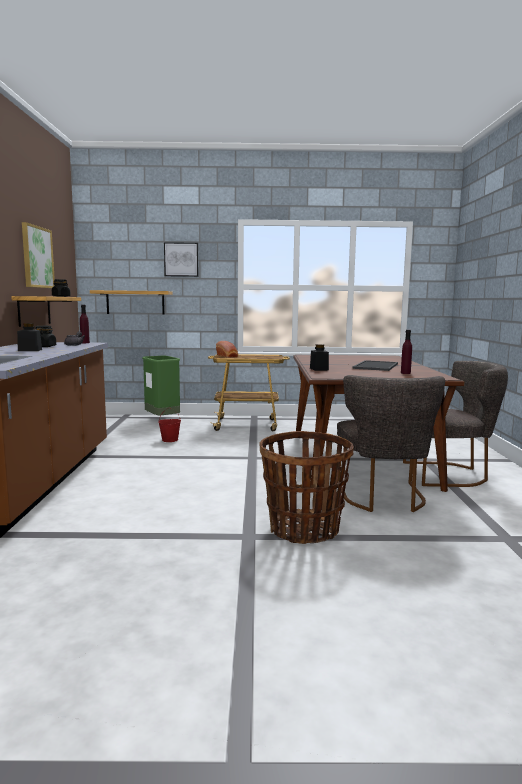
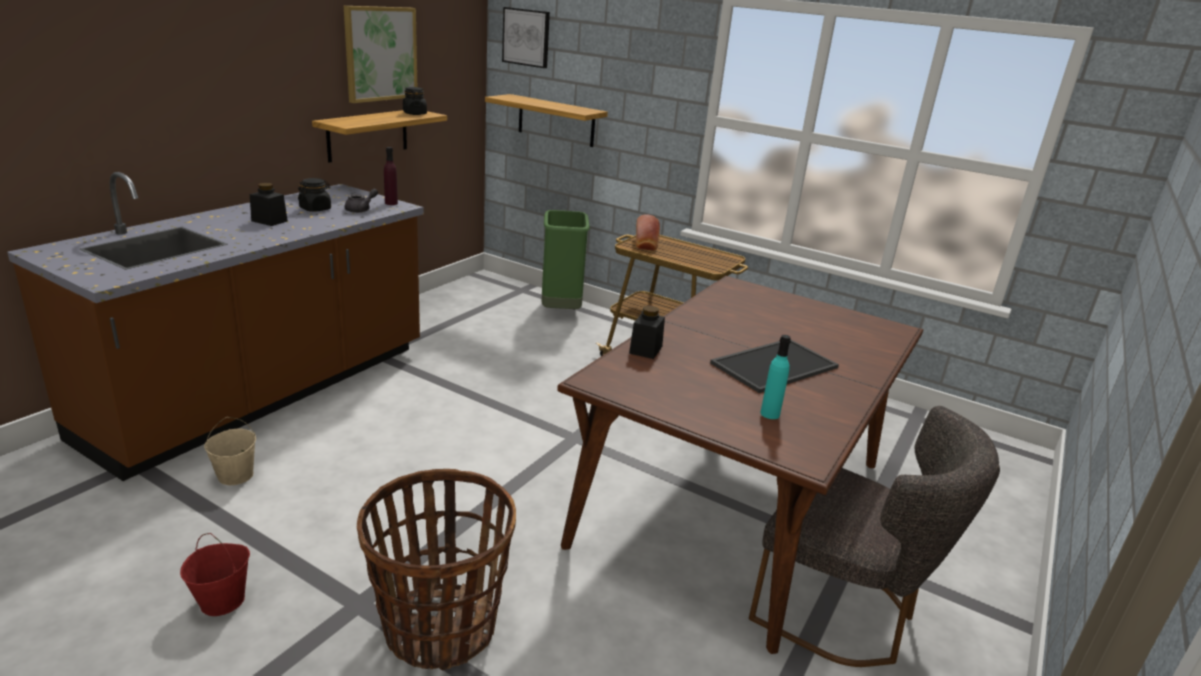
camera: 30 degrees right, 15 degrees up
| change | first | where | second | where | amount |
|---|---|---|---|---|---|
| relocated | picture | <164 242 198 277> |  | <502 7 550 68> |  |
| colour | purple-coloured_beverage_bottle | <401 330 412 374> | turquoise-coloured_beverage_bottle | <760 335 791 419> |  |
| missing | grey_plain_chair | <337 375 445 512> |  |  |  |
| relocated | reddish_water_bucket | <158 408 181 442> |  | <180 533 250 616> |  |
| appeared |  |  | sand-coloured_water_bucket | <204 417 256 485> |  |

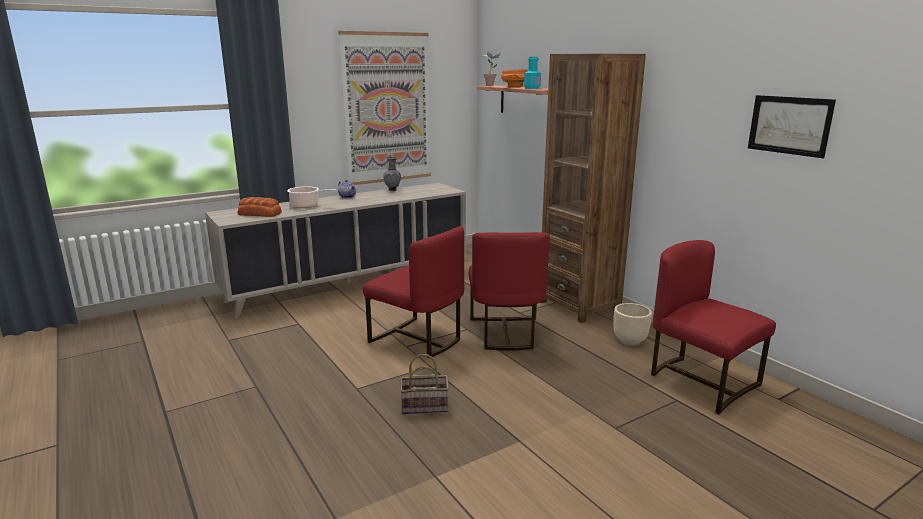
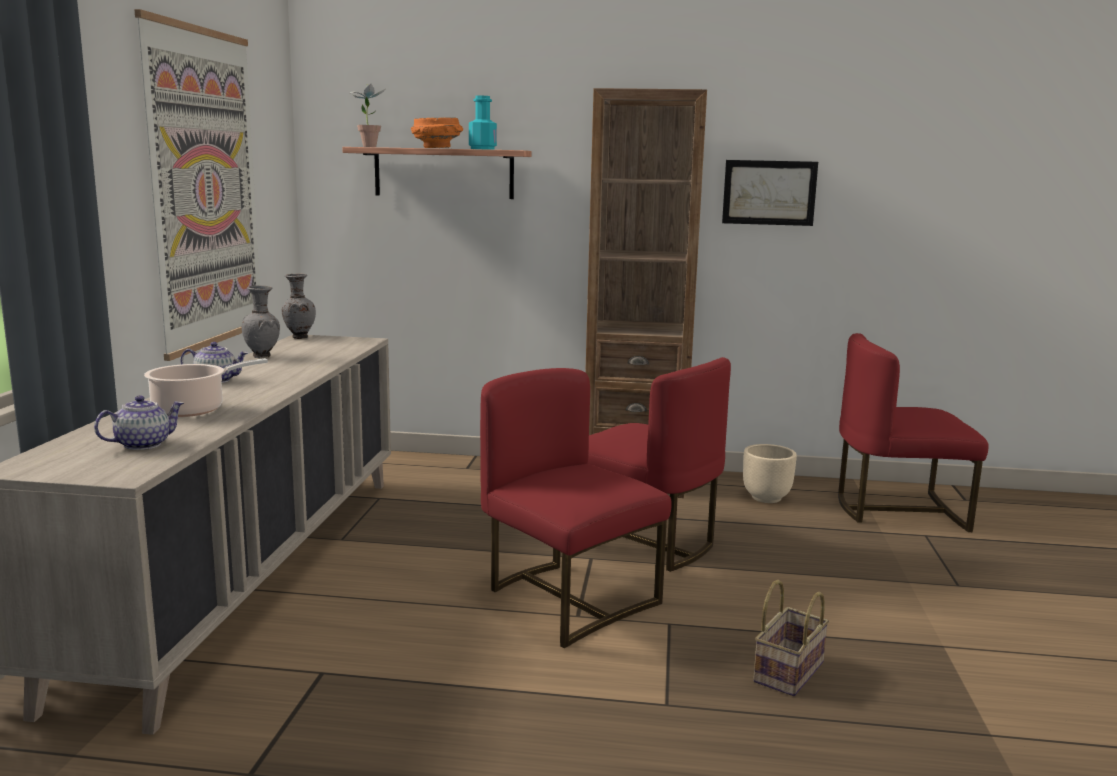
camera: 50 degrees left, 5 degrees down
| change | first | where | second | where | amount |
|---|---|---|---|---|---|
| relocated | picture | <748 95 836 158> |  | <722 160 818 226> |  |
| exchanged | baked_bread | <238 197 282 217> | tea_pot | <94 395 184 450> |  |
| spun | reddish_plain_chair | <363 226 464 358> |  | <480 368 671 648> | 120 degrees counterclockwise |
| appeared |  |  | grey_decorative_vase | <281 274 316 339> |  |

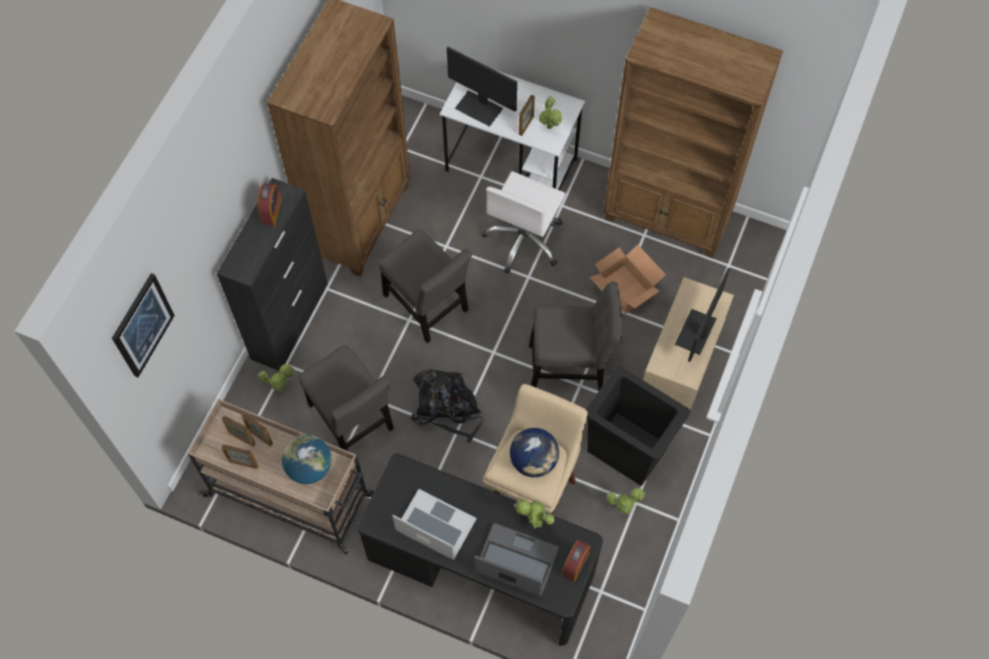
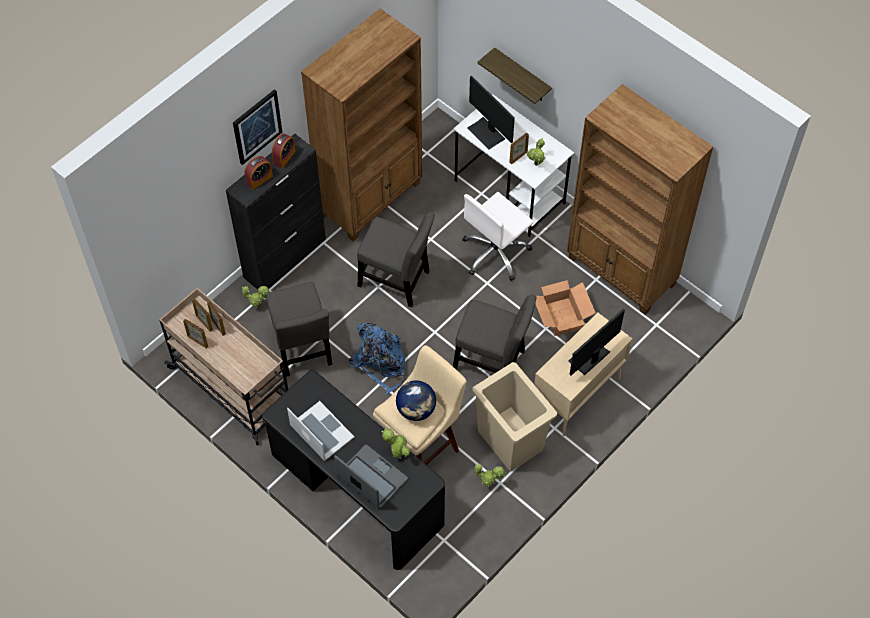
camera: 20 degrees right, 5 degrees down
| change | first | where | second | where | amount |
|---|---|---|---|---|---|
| spun | grey_plain_chair | <378 229 472 343> |  | <357 212 435 307> | 45 degrees counterclockwise |
| relocated | picture | <112 273 175 377> |  | <233 89 282 165> |  |
| colour | blackish_waste_bin | <586 366 690 486> | sand-coloured_waste_bin | <472 362 557 472> |  |
| colour | blackish_backpack | <410 369 483 443> | blue_backpack | <348 323 405 394> |  |
| missing | world_globe | <282 435 331 484> |  |  |  |
| relocated | bedside_clock | <562 540 591 582> |  | <245 156 273 190> |  |
| appeared |  |  | shelf | <478 47 552 104> |  |

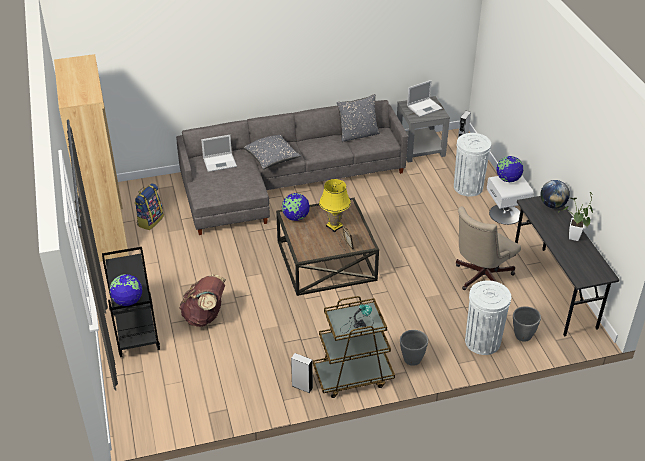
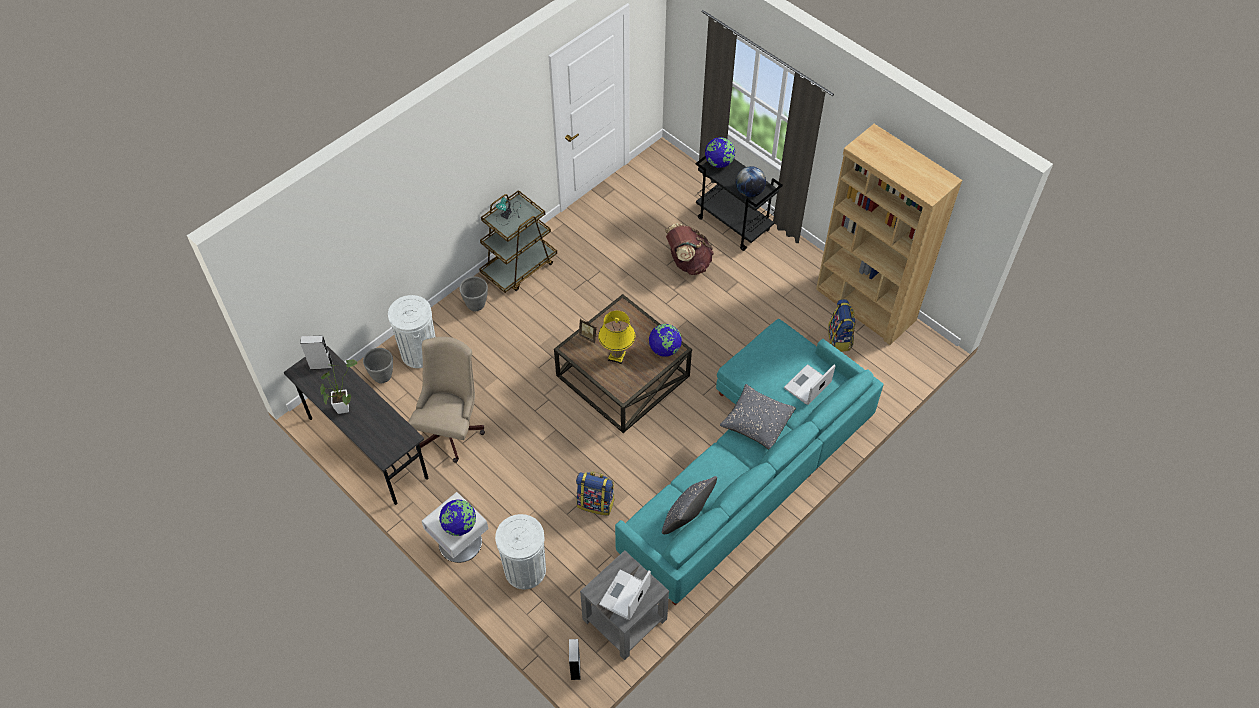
camera: 150 degrees right, 15 degrees up
| change | first | where | second | where | amount |
|---|---|---|---|---|---|
| colour | grey_couch | <176 100 408 235> | turquoise-coloured_couch | <615 319 884 606> |  |
| relocated | world_globe | <540 180 570 209> |  | <735 166 766 197> |  |
| relocated | grey_speaker | <291 353 313 393> |  | <300 335 333 370> |  |
| appeared |  |  | backpack | <576 472 615 516> |  |

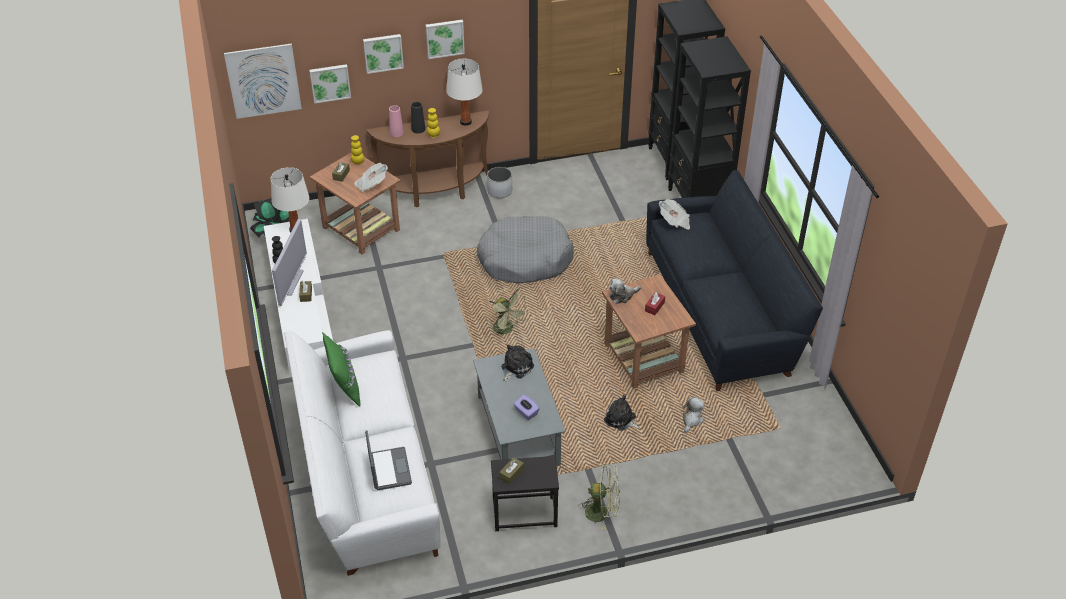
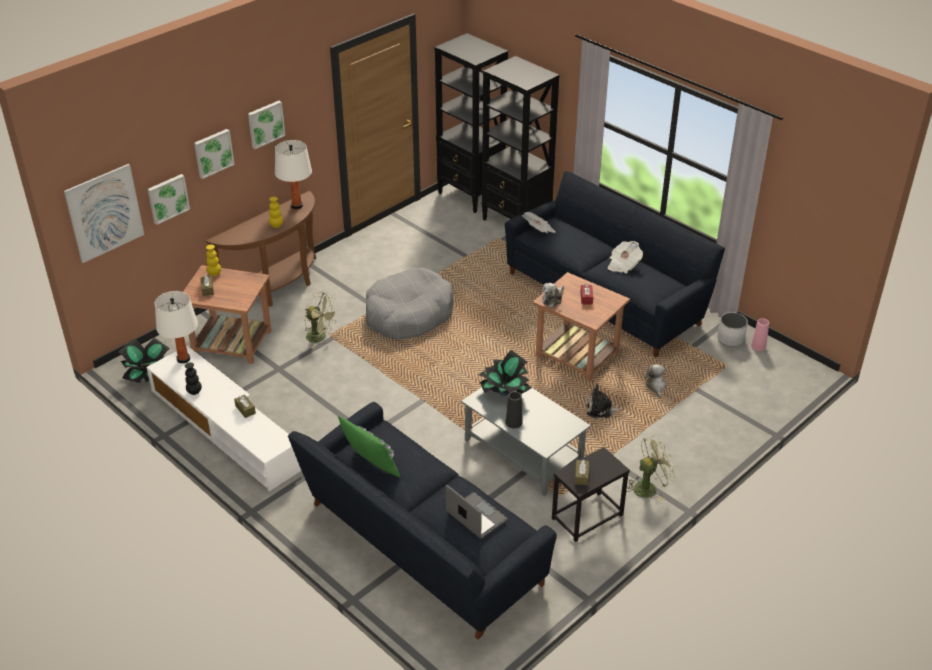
camera: 30 degrees left, 5 degrees down
| change | first | where | second | where | amount |
|---|---|---|---|---|---|
| relocated | blackish_decorative_vase | <411 102 425 133> |  | <506 391 523 428> |  |
| relocated | pink-coloured_decorative_vase | <389 105 404 137> |  | <751 319 769 351> |  |
| relocated | newspaper | <354 162 388 192> |  | <608 241 643 273> |  |
| relocated | white-coloured_plant_pot | <487 167 512 198> |  | <717 312 748 347> |  |
| missing | TV | <272 219 307 306> |  |  |  |
| relocated | green-coloured_electric_fan | <486 288 529 334> |  | <305 292 336 348> |  |
| colour | white-coloured_couch | <284 330 441 576> | blackish_couch | <288 402 557 639> |  |
| exchanged | soft_toy | <501 345 534 382> | houseplant | <477 350 532 396> |  |
| missing | purple-coloured_tissue_box | <514 394 540 420> |  |  |  |

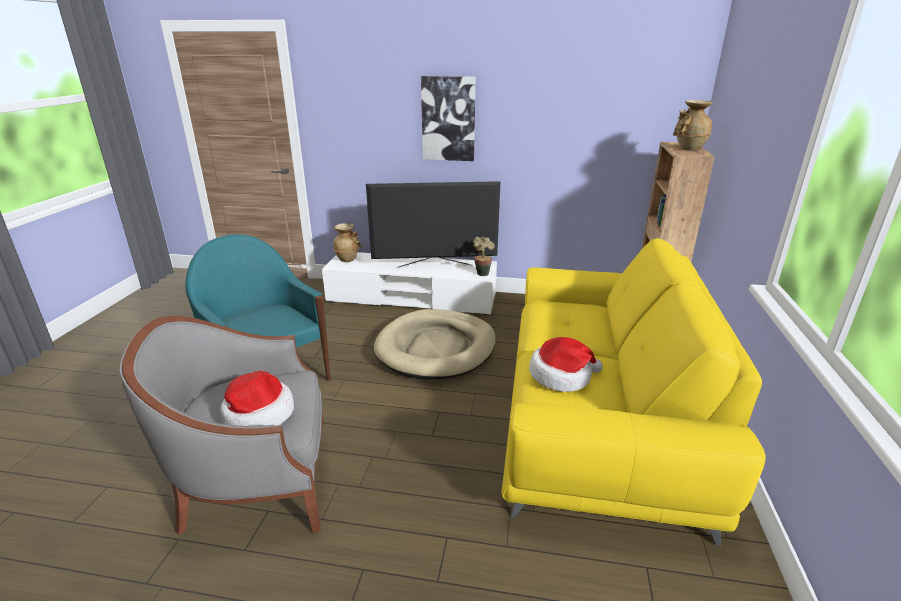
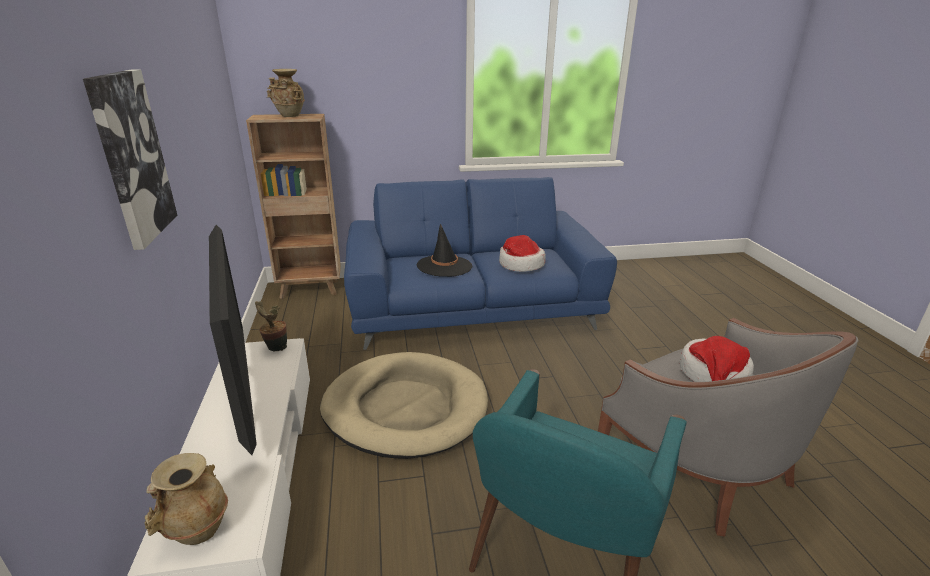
camera: 110 degrees left, 0 degrees up
| change | first | where | second | where | amount |
|---|---|---|---|---|---|
| colour | yellow-coloured_couch | <501 238 766 546> | blue_couch | <344 177 617 350> |  |
| appeared |  |  | blackish_clothing_hat | <417 224 472 277> |  |

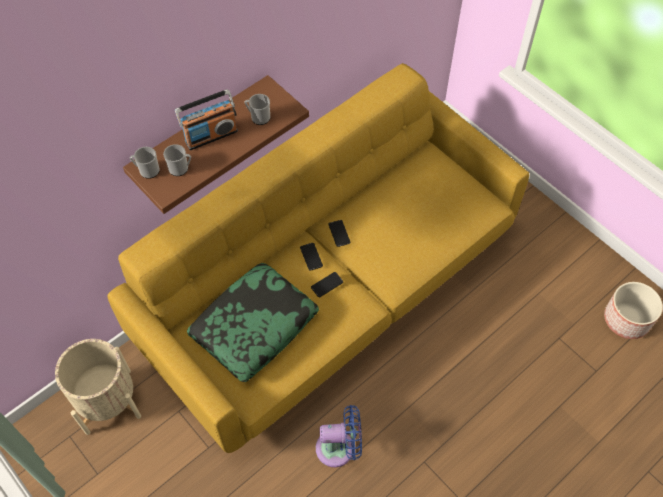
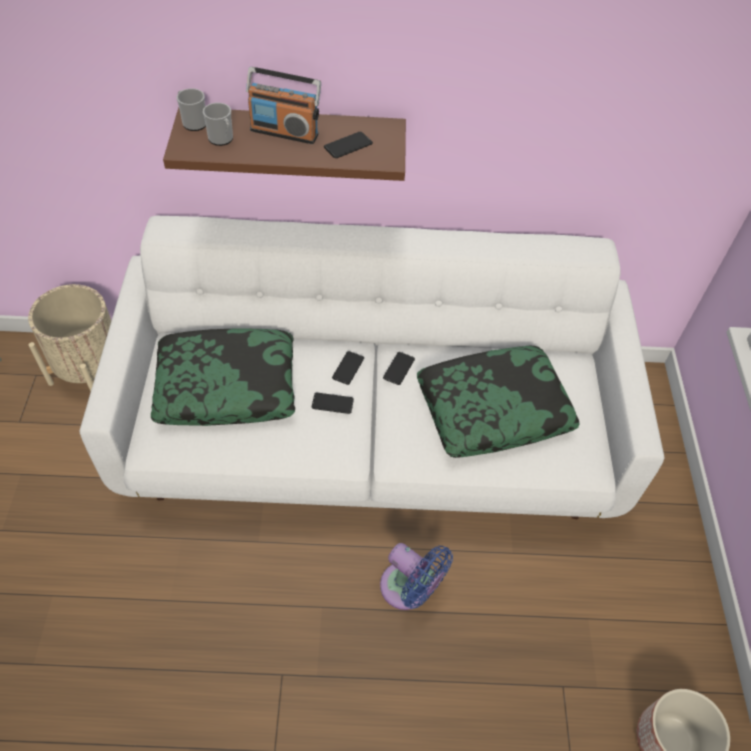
camera: 40 degrees right, 5 degrees down
| change | first | where | second | where | amount |
|---|---|---|---|---|---|
| colour | yellow-coloured_couch | <107 63 529 453> | white-coloured_couch | <79 216 665 519> |  |
| exchanged | coffee_mug | <244 94 270 125> | phone | <324 132 373 158> |  |
| relocated | blue_electric_fan | <316 405 362 467> |  | <380 543 453 610> |  |
| appeared |  |  | pillow | <417 345 580 458> |  |

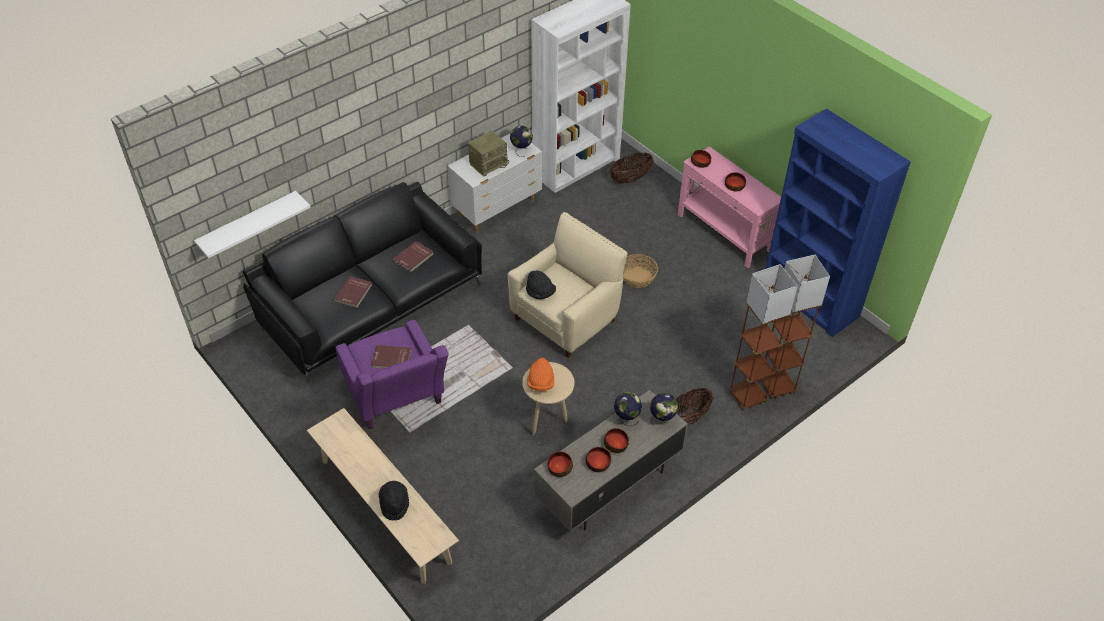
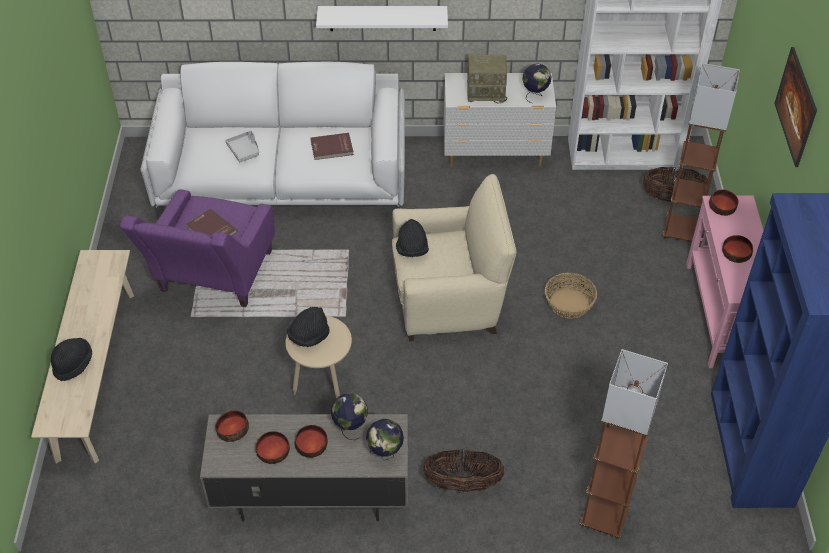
camera: 40 degrees right, 0 degrees up
| change | first | where | second | where | amount |
|---|---|---|---|---|---|
| colour | blackish_couch | <243 182 482 384> | white-coloured_couch | <141 62 405 219> |  |
| relocated | white-coloured_shelf | <194 191 311 259> |  | <316 6 448 31> |  |
| relocated | brownish_standard_lamp | <728 264 797 411> |  | <663 63 740 242> |  |
| exchanged | reddish_volume | <334 276 372 308> | grey_tray | <226 130 259 162> |  |
| colour | orange-coloured_clothing_hat | <527 358 554 391> | blackish_clothing_hat | <287 307 330 347> |  |
| appeared |  |  | picture | <774 47 817 167> |  |

